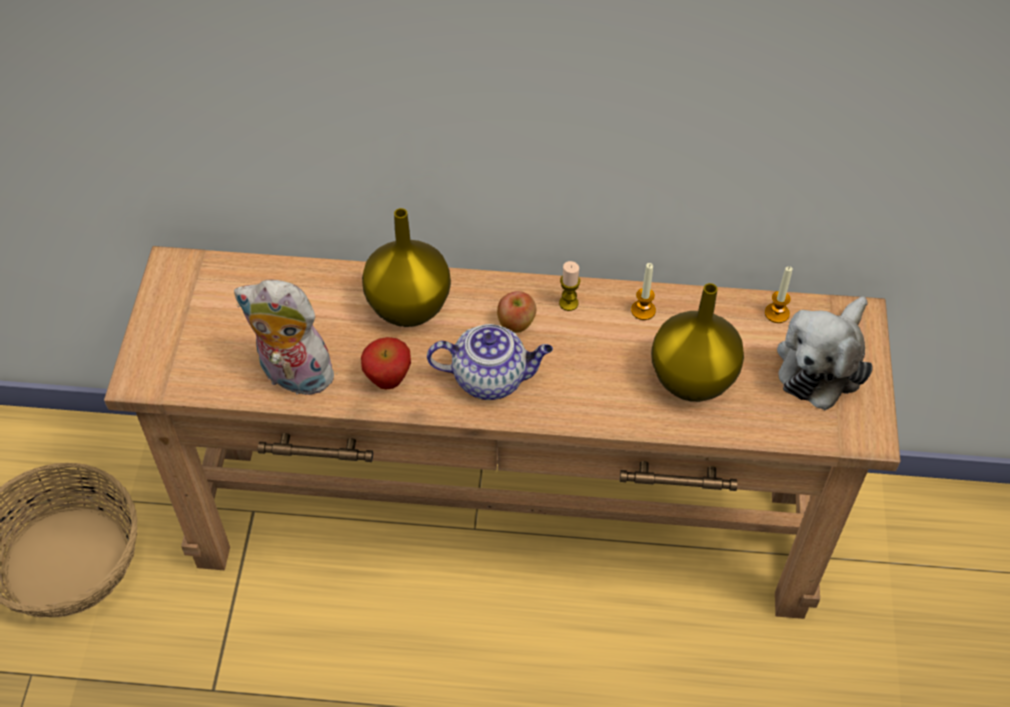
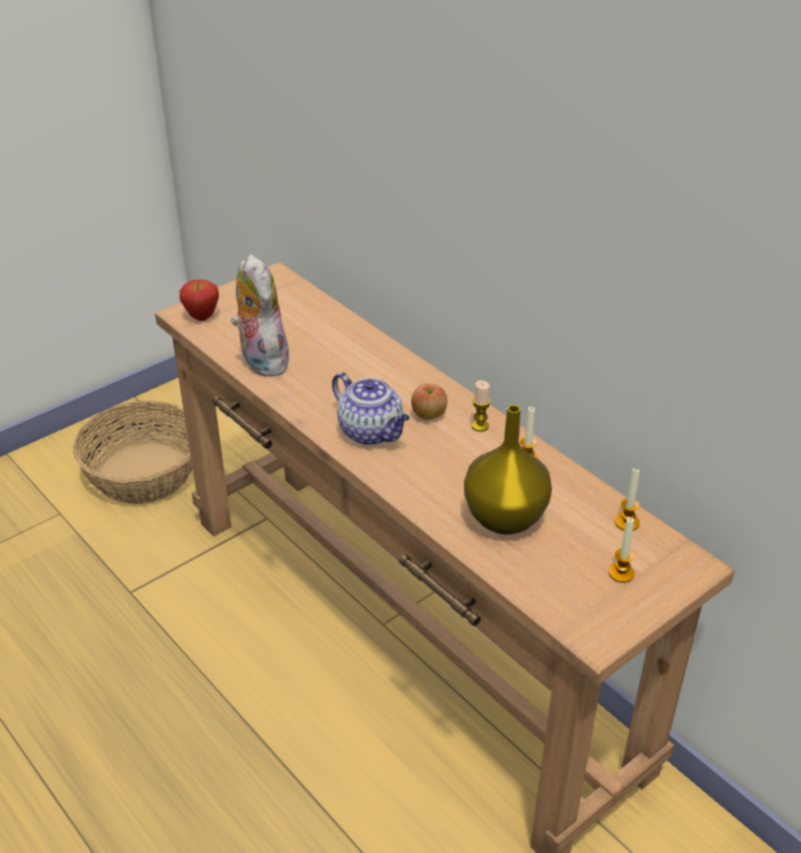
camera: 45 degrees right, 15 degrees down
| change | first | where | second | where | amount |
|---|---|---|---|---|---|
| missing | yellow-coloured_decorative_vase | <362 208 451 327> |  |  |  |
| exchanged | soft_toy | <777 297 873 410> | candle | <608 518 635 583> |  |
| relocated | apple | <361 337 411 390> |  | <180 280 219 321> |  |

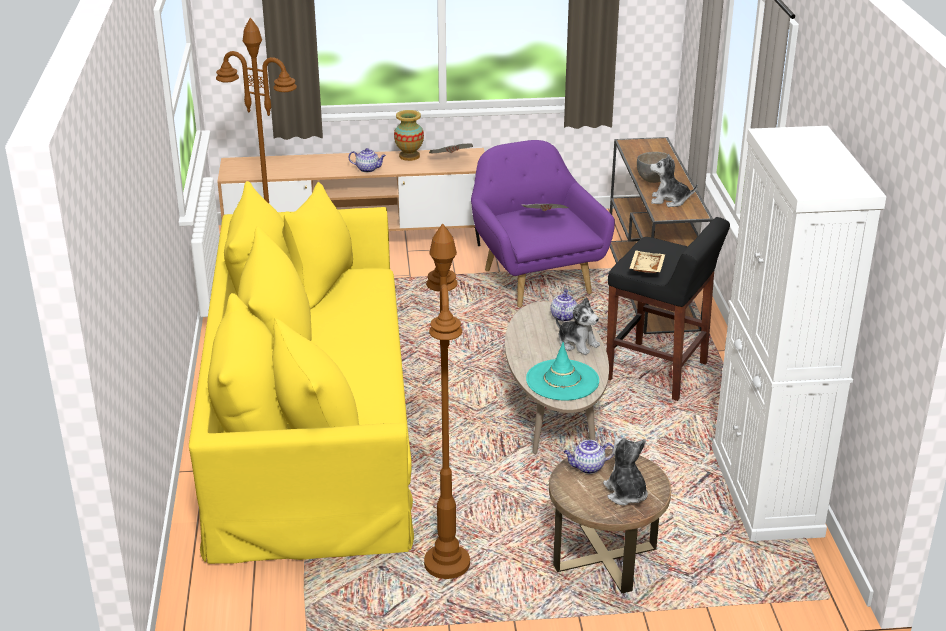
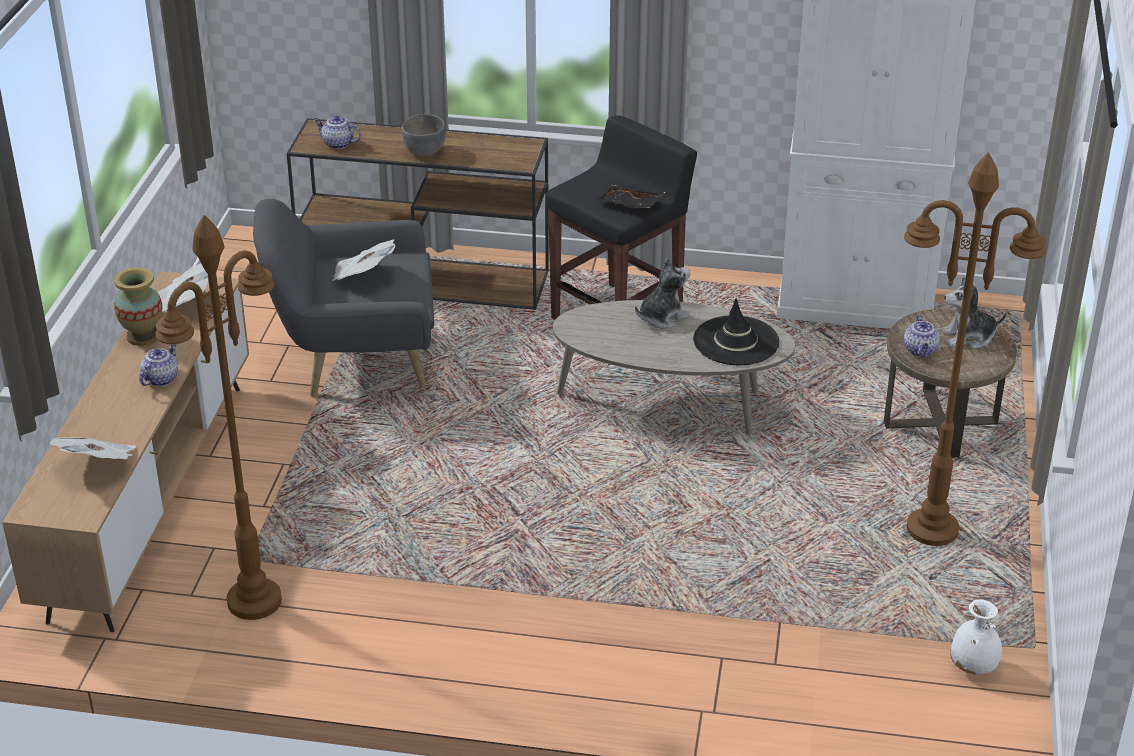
camera: 75 degrees left, 5 degrees up
| change | first | where | second | where | amount |
|---|---|---|---|---|---|
| colour | purple-coloured_armchair | <471 140 615 307> | grey_armchair | <253 199 434 397> |  |
| missing | soft_toy | <650 154 698 207> |  |  |  |
| missing | yellow-coloured_couch | <189 181 414 564> |  |  |  |
| colour | sand-coloured_tray | <629 250 665 273> | blackish_tray | <595 185 666 209> |  |
| relocated | tea_pot | <550 289 577 322> |  | <313 116 361 149> |  |
| colour | turquoise-coloured_clothing_hat | <526 342 599 400> | blackish_clothing_hat | <693 298 779 365> |  |
| appeared |  |  | newspaper | <50 437 136 459> |  |
| appeared |  |  | white-coloured_decorative_vase | <950 599 1002 675> |  |

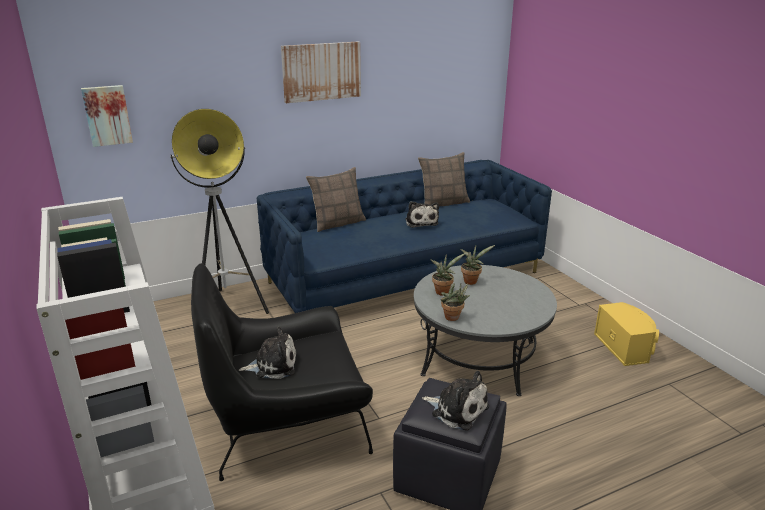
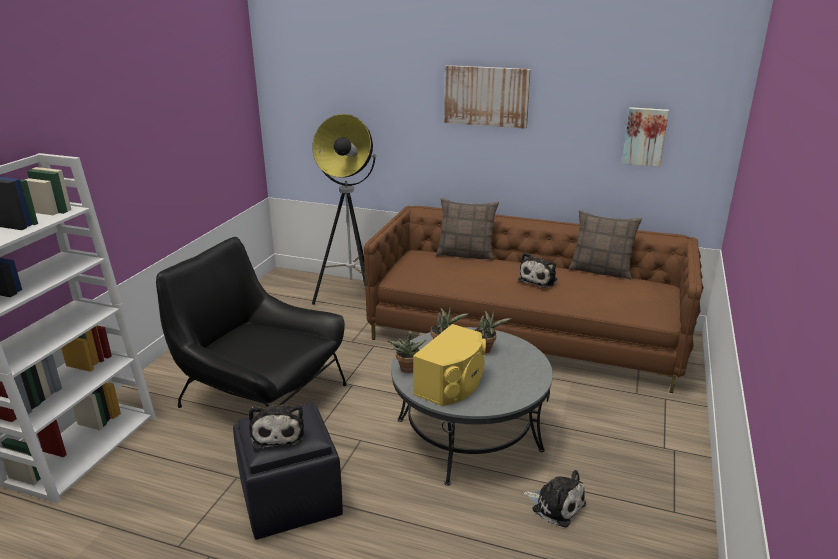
camera: 45 degrees right, 0 degrees up
| change | first | where | second | where | amount |
|---|---|---|---|---|---|
| relocated | picture | <81 85 133 147> |  | <622 107 669 167> |  |
| colour | blue_couch | <257 160 552 313> | brownish_couch | <364 206 704 393> |  |
| relocated | yellow-coloured_speaker | <594 302 659 366> |  | <413 324 486 406> |  |
| relocated | soft_toy | <239 327 296 379> |  | <522 470 586 527> |  |

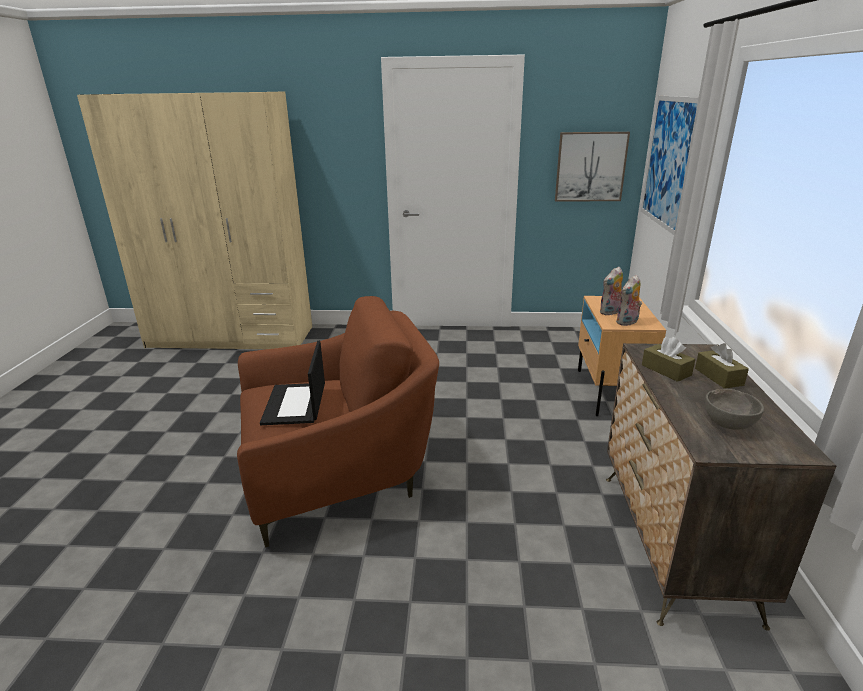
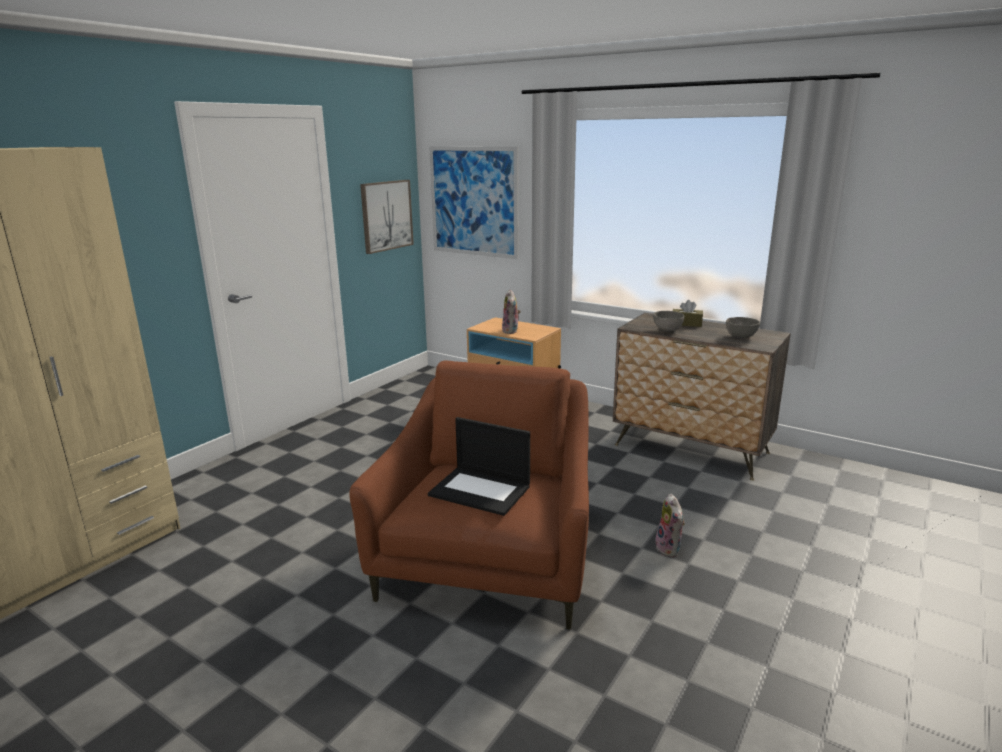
camera: 60 degrees left, 5 degrees down
| change | first | where | second | where | amount |
|---|---|---|---|---|---|
| relocated | soft_toy | <616 275 642 326> |  | <655 494 685 557> |  |
| exchanged | brownish_tissue_box | <642 337 695 382> | grey_serving_bowl | <653 311 684 332> |  |

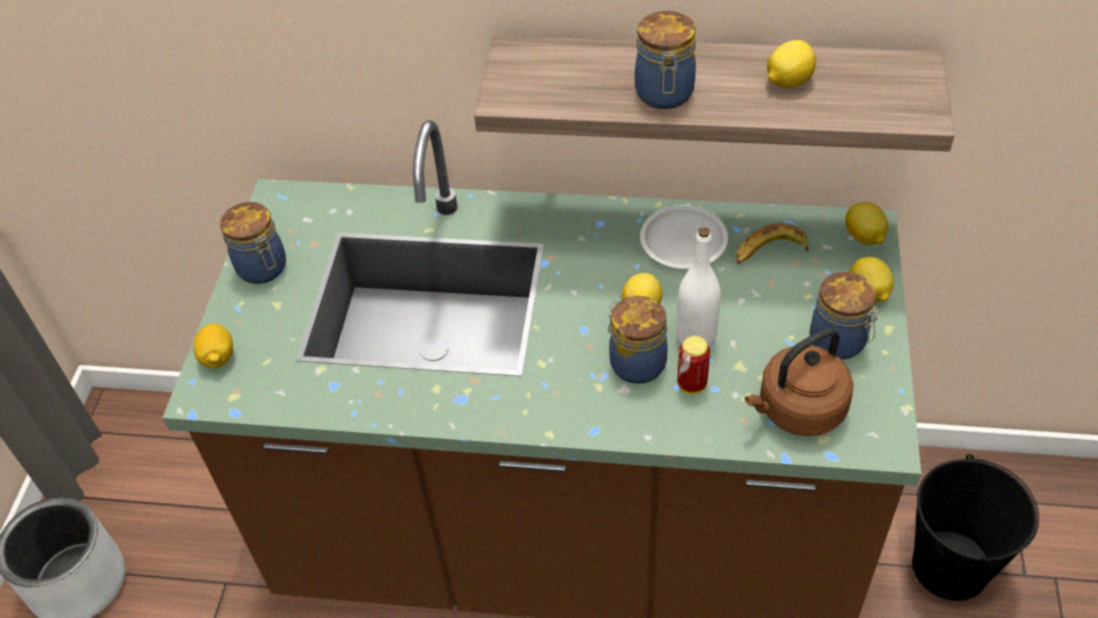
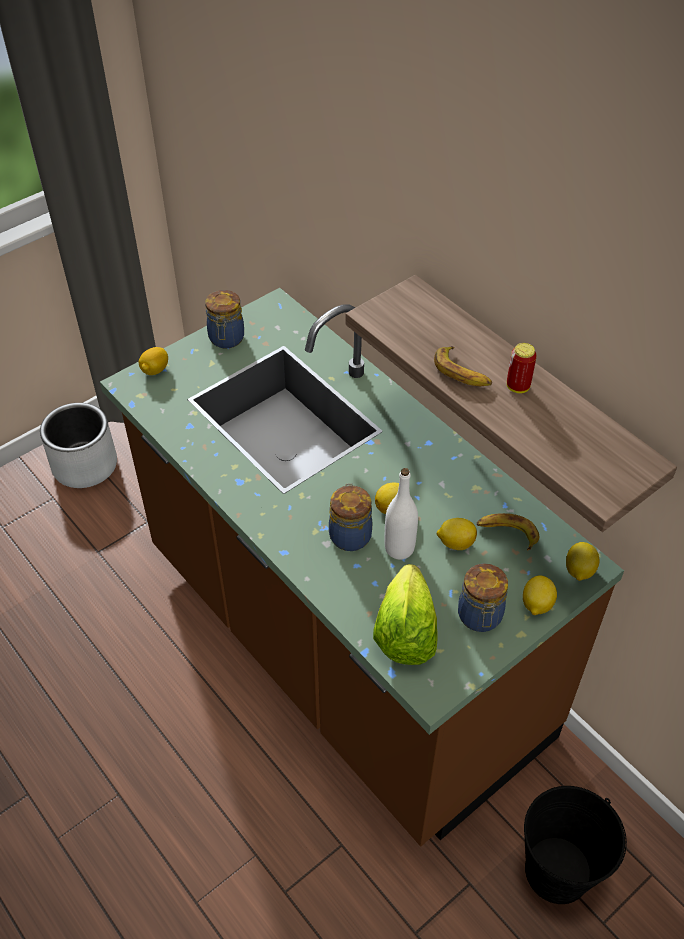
camera: 40 degrees right, 0 degrees up
| change | first | where | second | where | amount |
|---|---|---|---|---|---|
| exchanged | jar | <635 11 696 109> | whole_banana | <434 346 492 386> |  |
| relocated | citrus_fruit | <767 40 816 88> |  | <436 518 477 550> |  |
| missing | white-coloured_plate | <640 205 728 269> |  |  |  |
| exchanged | brownish_tea_kettle | <745 328 854 436> | lettuce_head | <373 564 438 665> |  |
| relocated | sealed_can | <677 336 710 394> |  | <507 343 537 393> |  |

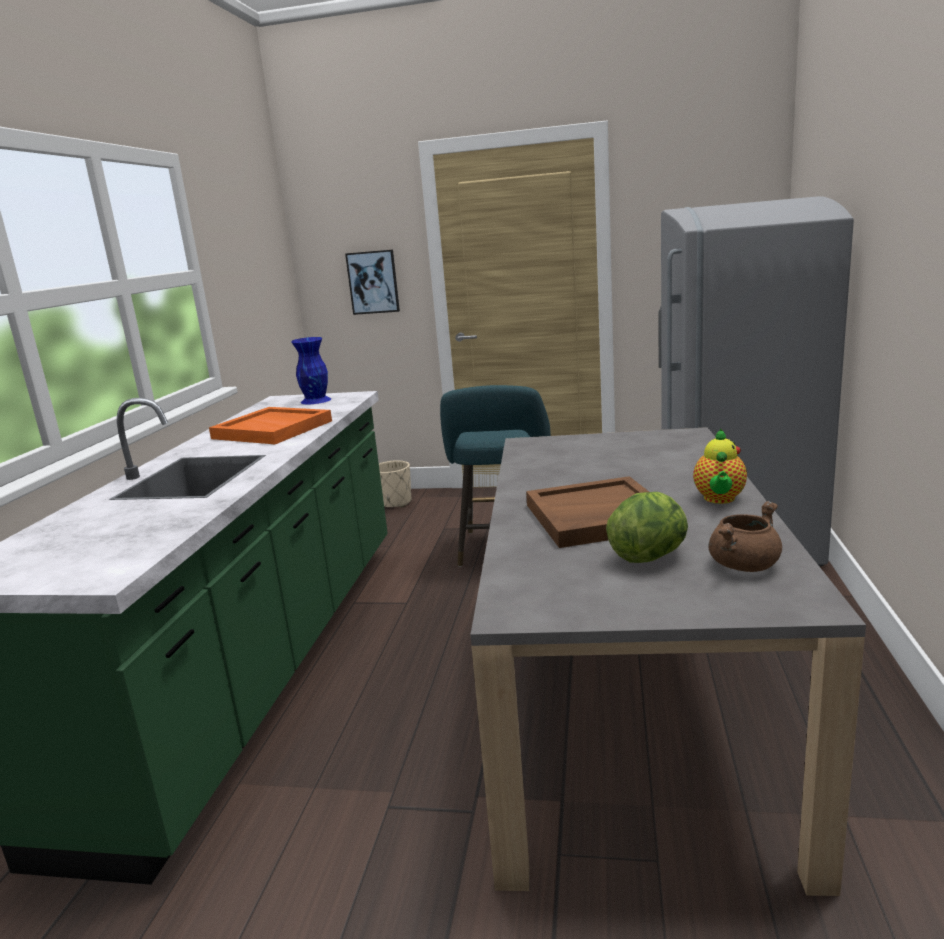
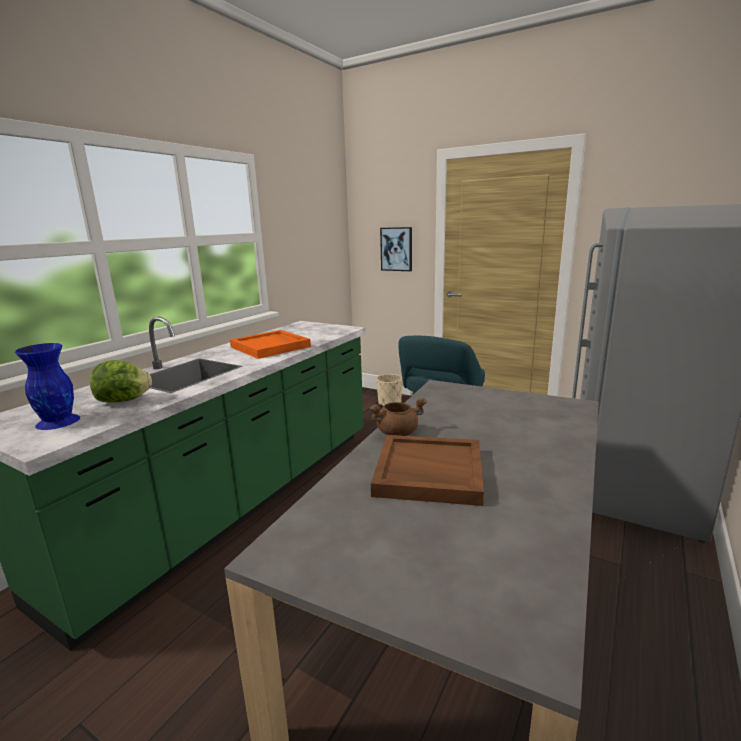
camera: 20 degrees right, 0 degrees up
| change | first | where | second | where | amount |
|---|---|---|---|---|---|
| relocated | blue_decorative_vase | <291 337 331 404> |  | <15 343 80 430> |  |
| missing | tea_pot | <693 429 747 504> |  |  |  |
| relocated | lettuce_head | <606 492 688 563> |  | <90 360 152 403> |  |
| relocated | brownish_stockpot | <708 501 782 572> |  | <369 398 427 436> |  |

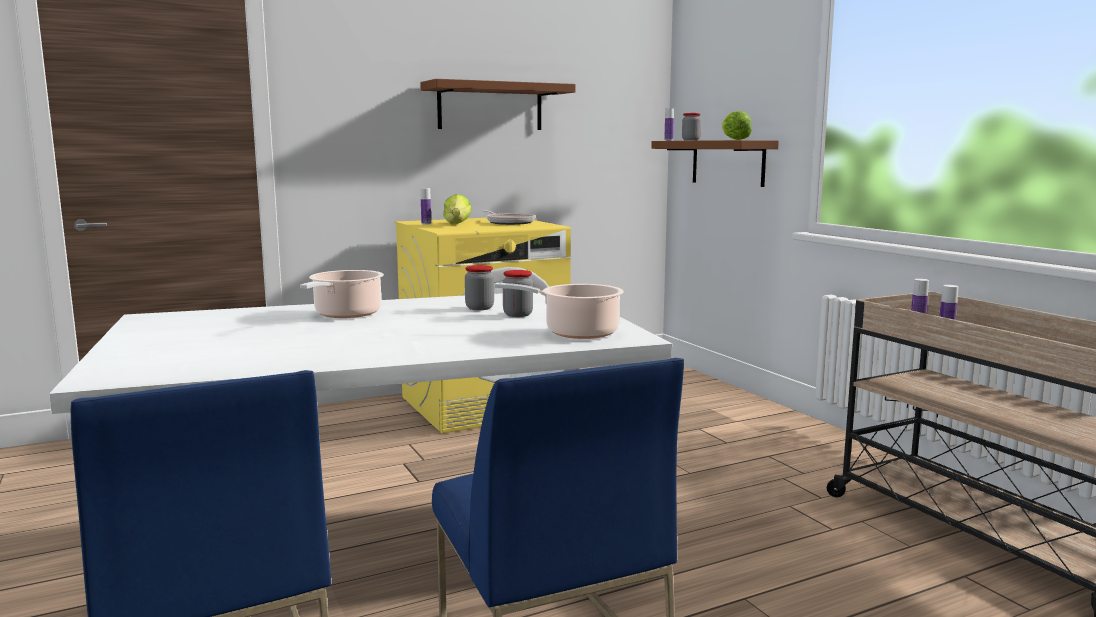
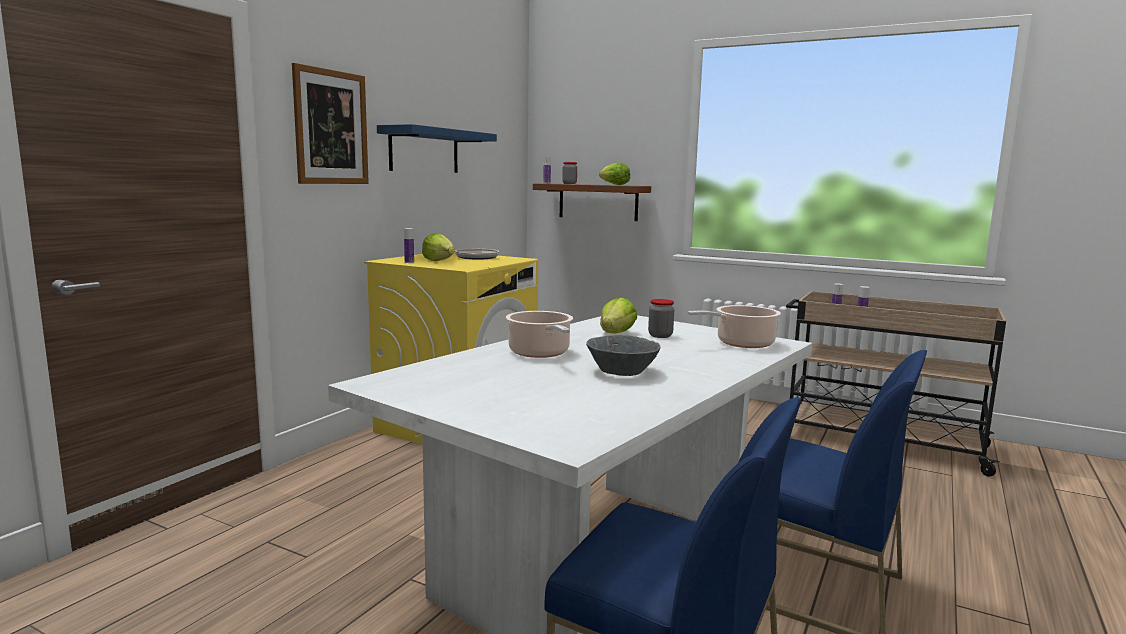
camera: 35 degrees left, 0 degrees up
| change | first | where | second | where | amount |
|---|---|---|---|---|---|
| colour | brownish_shelf | <420 79 576 130> | blue_shelf | <377 124 497 173> |  |
| exchanged | jar | <465 265 494 310> | lettuce_head | <600 297 637 333> |  |
| appeared |  |  | picture | <292 63 369 184> |  |
| appeared |  |  | grey_serving_bowl | <586 335 660 376> |  |

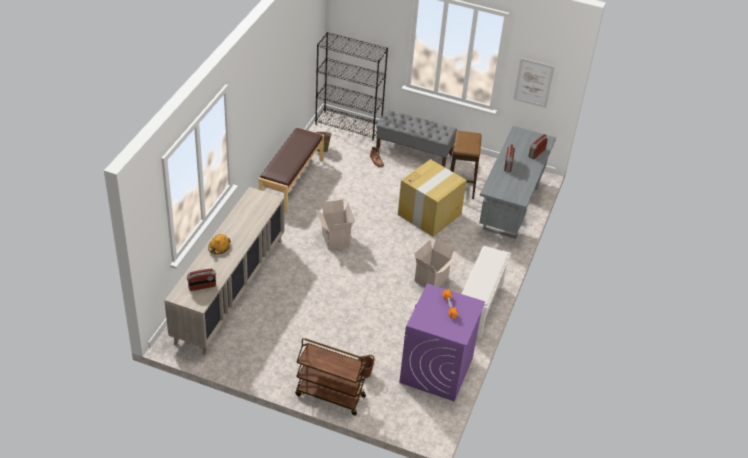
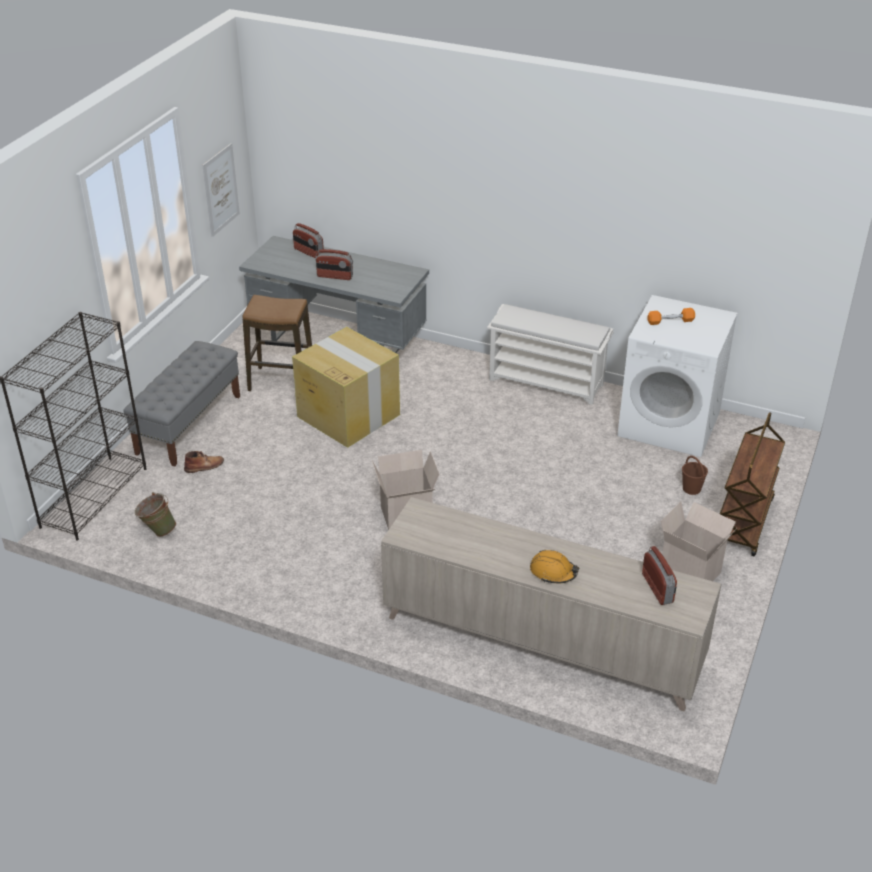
camera: 85 degrees left, 5 degrees down
| change | first | where | second | where | amount |
|---|---|---|---|---|---|
| missing | brownish_indoor_bench | <259 127 324 213> |  |  |  |
| relocated | carton | <415 238 458 287> |  | <661 501 737 581> |  |
| colour | purple-coloured_washing_machine | <399 284 485 402> | white-coloured_washing_machine | <617 295 737 457> |  |

